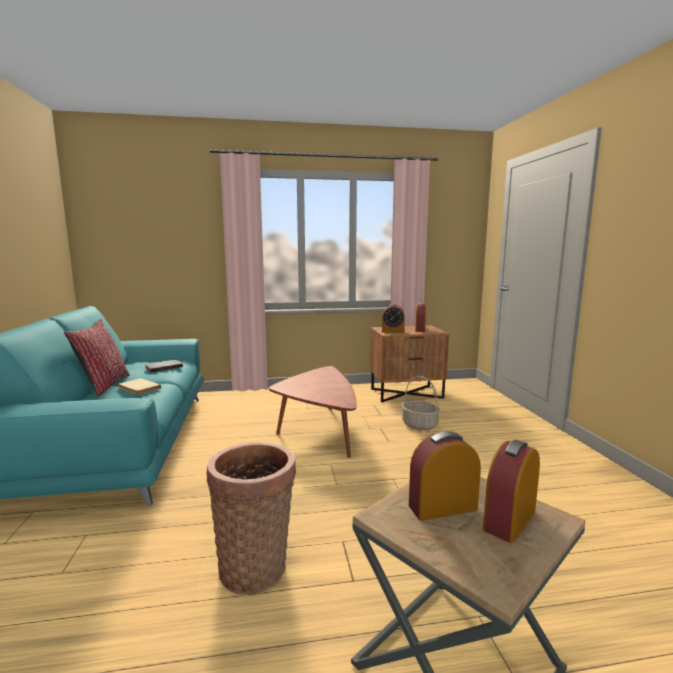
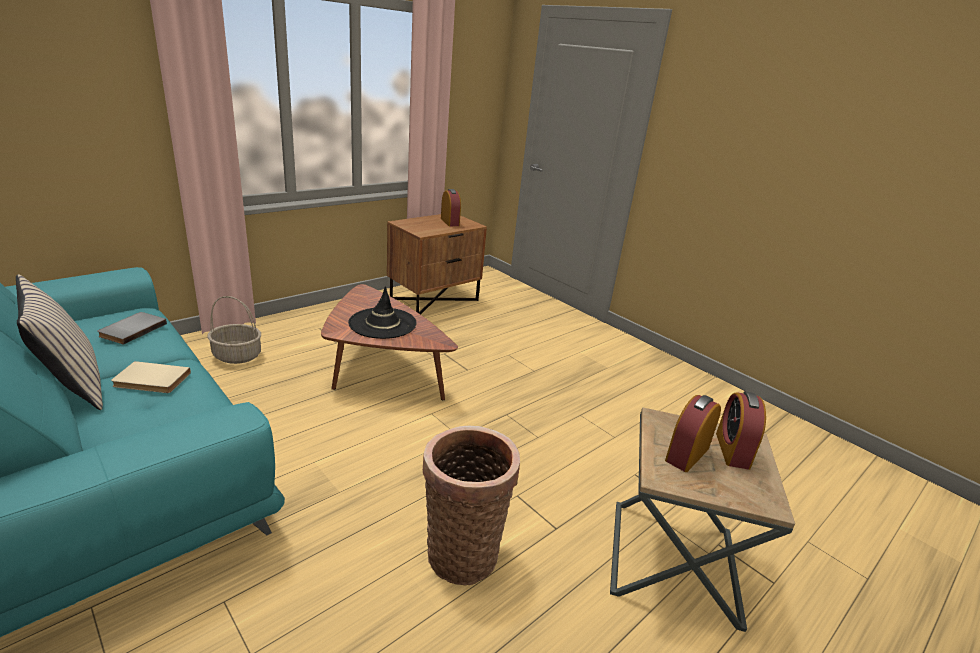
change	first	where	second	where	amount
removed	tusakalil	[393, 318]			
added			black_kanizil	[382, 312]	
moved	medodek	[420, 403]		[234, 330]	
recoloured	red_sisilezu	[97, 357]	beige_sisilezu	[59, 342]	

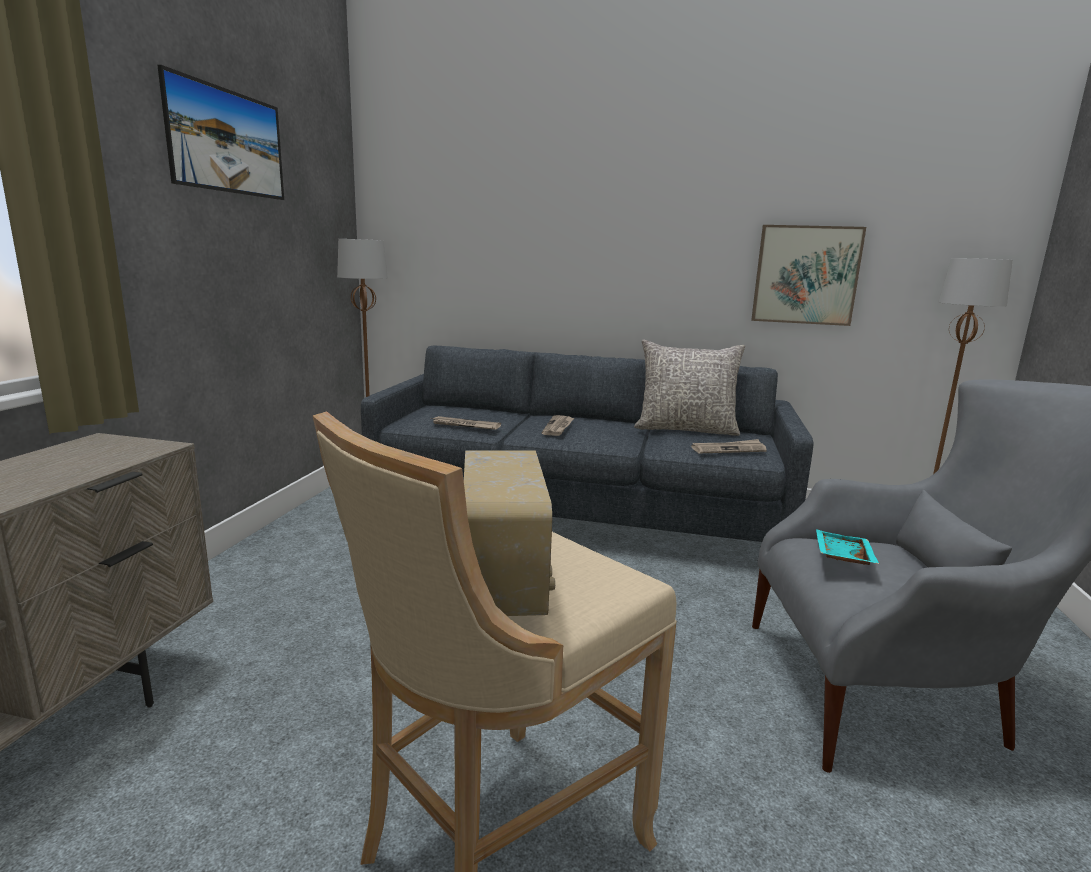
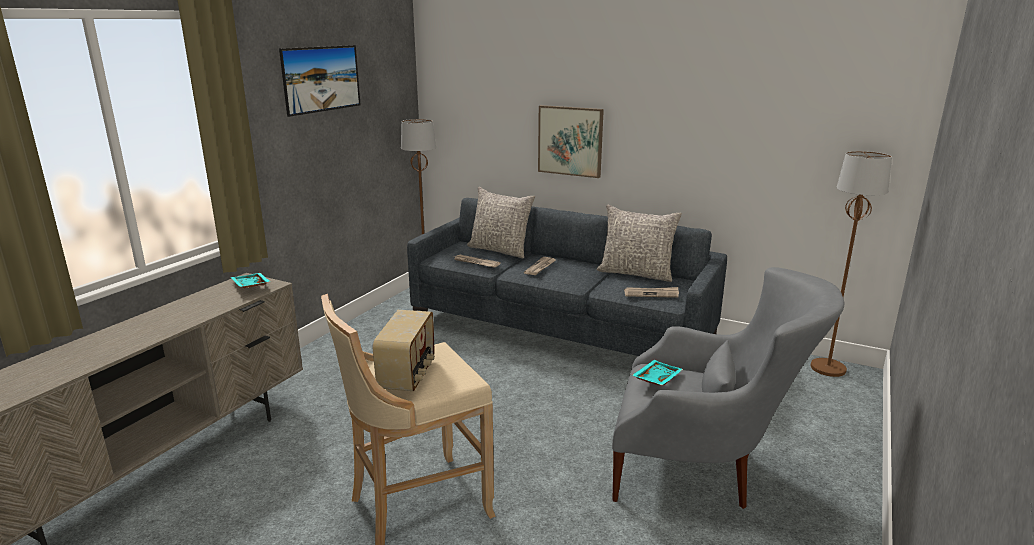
change	first	where	second	where	amount
added			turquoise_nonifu	[251, 280]	
added			grey_sisilezu	[501, 222]	
moved	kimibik	[808, 275]		[571, 141]	

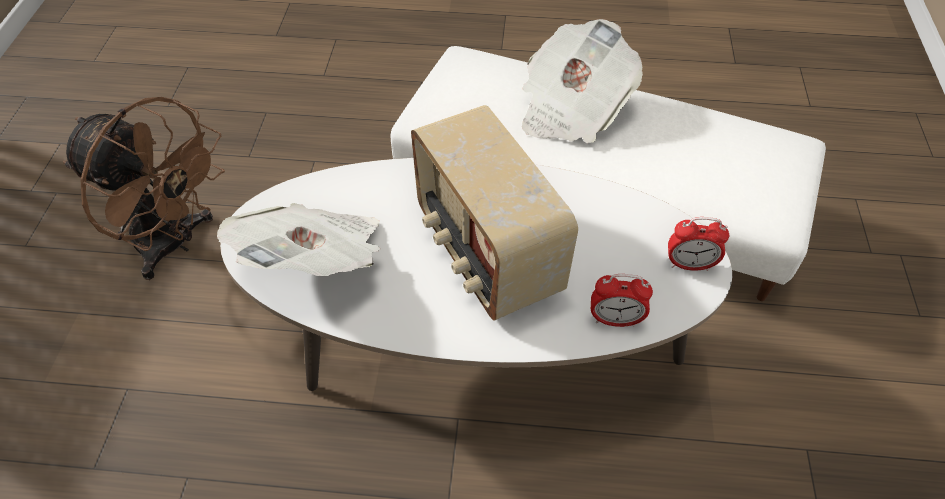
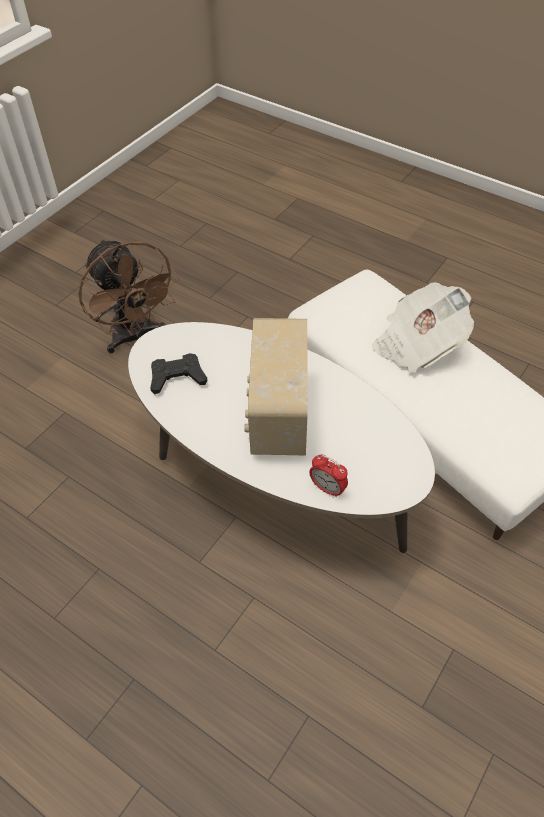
change	first	where	second	where	amount
removed	tusakalil	[698, 244]			
replaced	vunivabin	[298, 239]	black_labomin	[179, 373]	

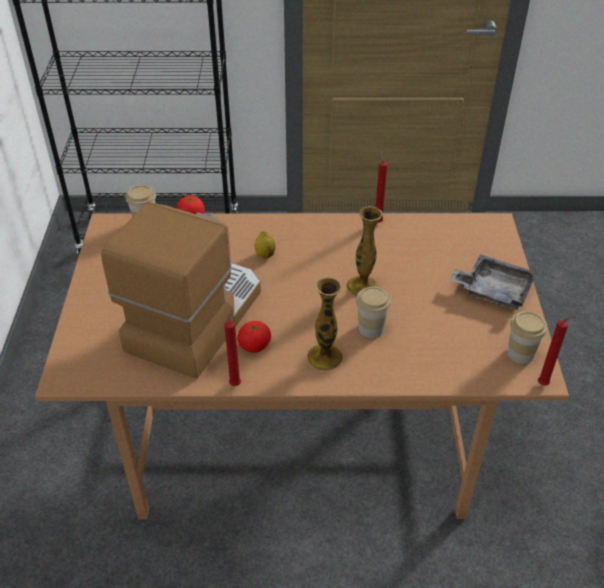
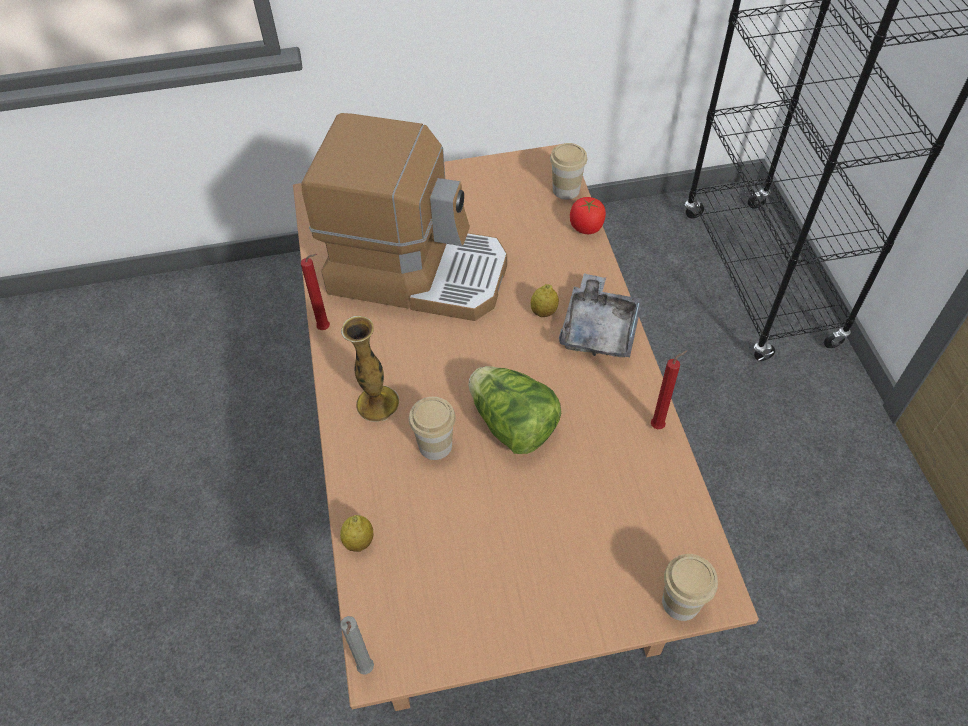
change	first	where	second	where	amount
removed	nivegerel	[254, 337]			
added			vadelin	[357, 533]	
moved	grey_nonifu	[493, 282]		[601, 315]	
moved	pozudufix	[527, 337]		[690, 587]	
replaced	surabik	[364, 251]	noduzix	[515, 410]	
recoloured	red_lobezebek	[557, 351]	grey_lobezebek	[357, 645]	

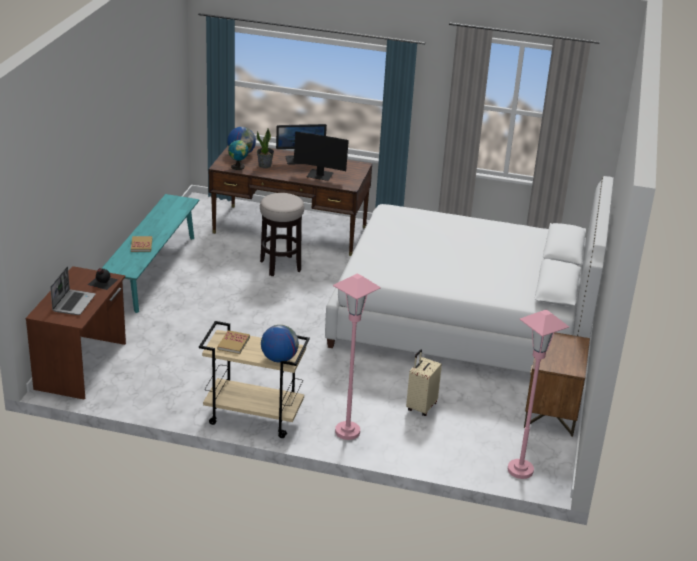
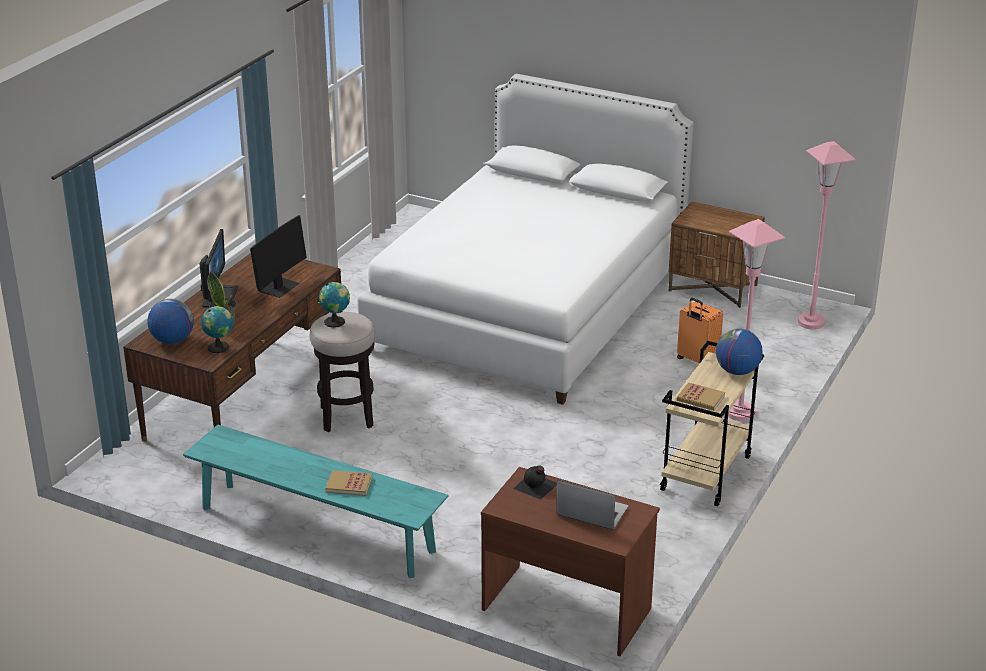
change	first	where	second	where	amount
added			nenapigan	[334, 305]	
recoloured	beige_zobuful	[424, 383]	orange_zobuful	[700, 331]	

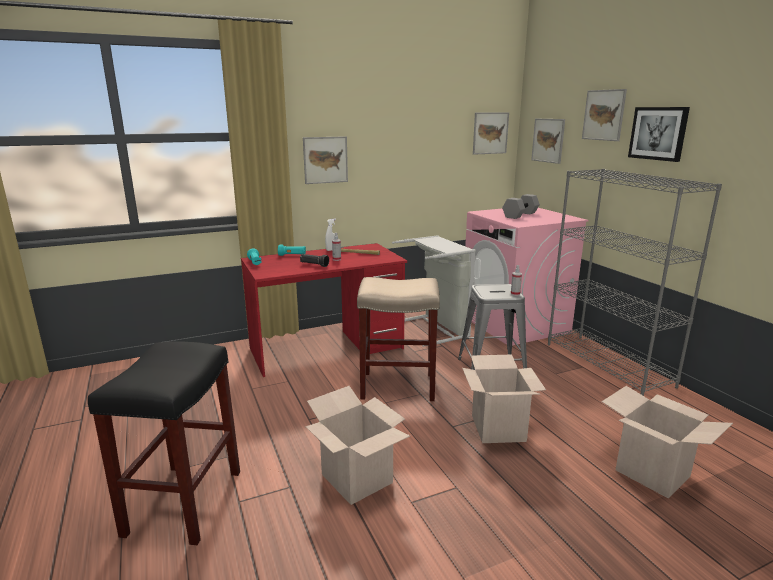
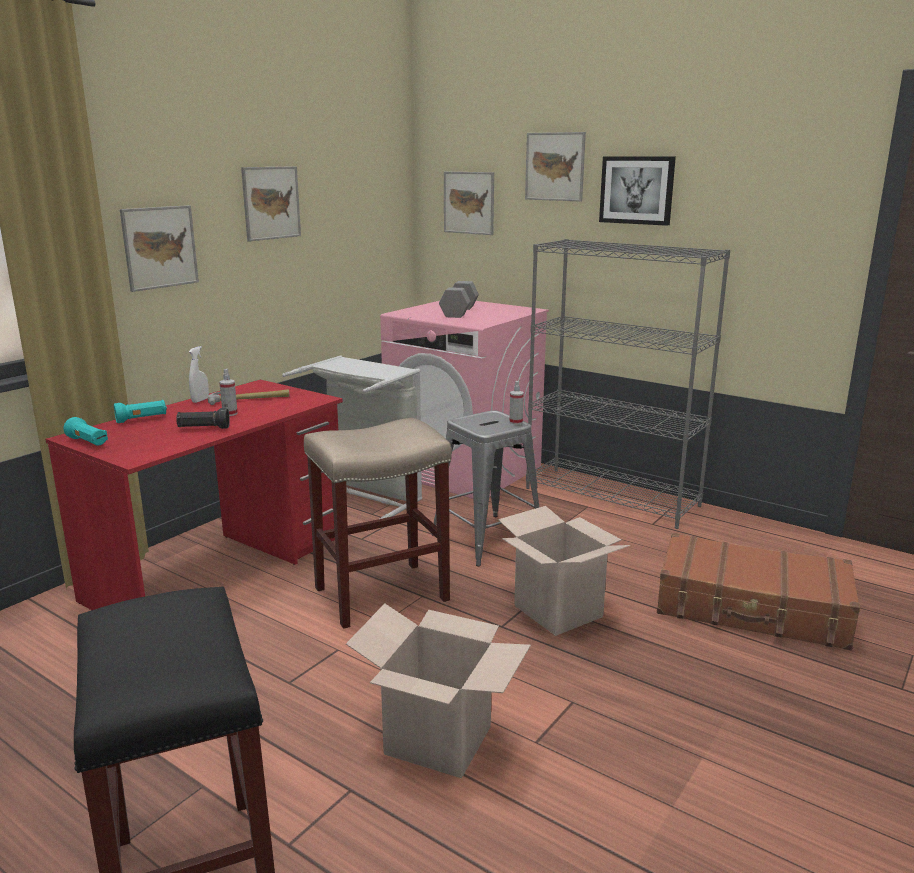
change	first	where	second	where	amount
moved	kimibik	[491, 134]		[271, 204]	
replaced	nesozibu	[667, 442]	brown_zobuful	[758, 591]	

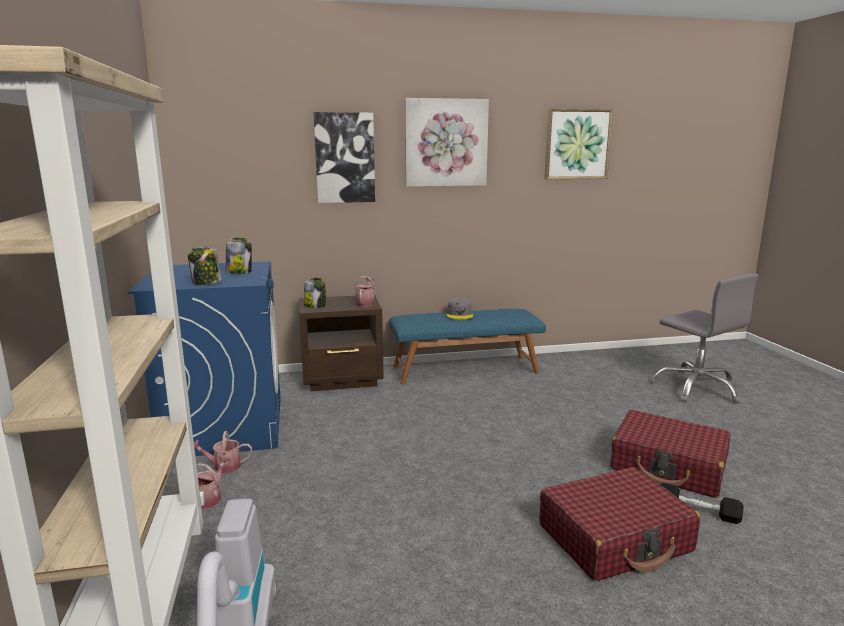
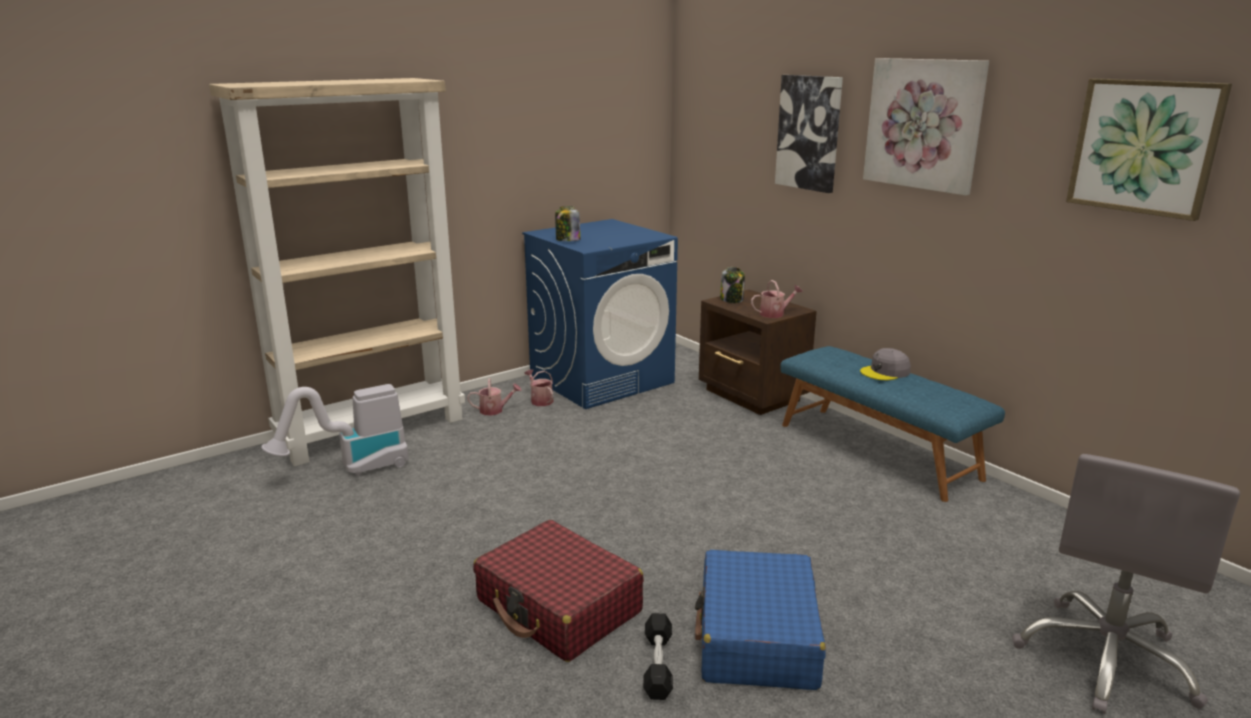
change	first	where	second	where	amount
removed	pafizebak	[239, 256]			
recoloured	red_zobuful	[670, 453]	blue_zobuful	[760, 620]	

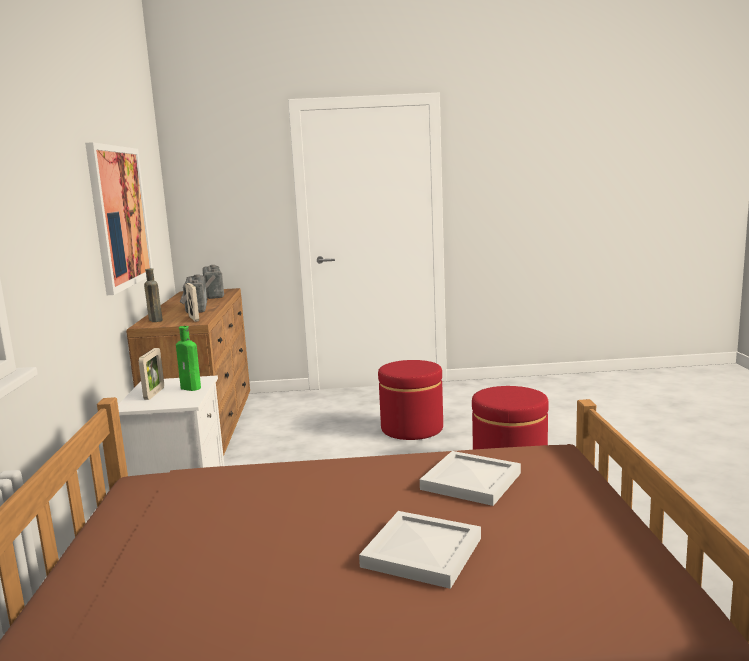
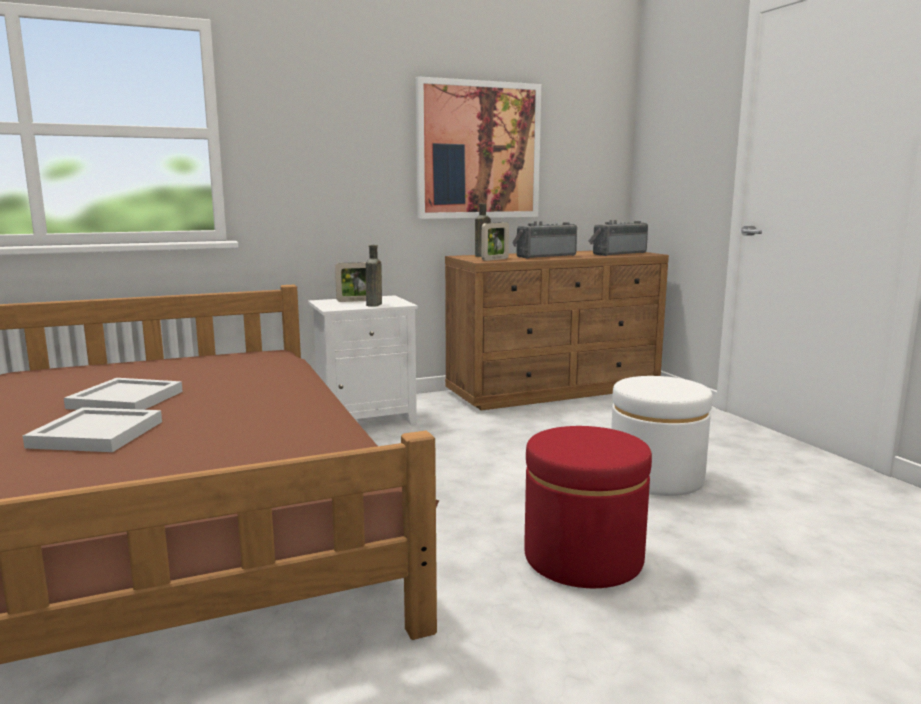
change	first	where	second	where	amount
moved	white_nonifu	[470, 478]		[123, 394]	
recoloured	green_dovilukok	[188, 358]	brown_dovilukok	[374, 276]	
recoloured	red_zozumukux	[410, 400]	white_zozumukux	[662, 436]	

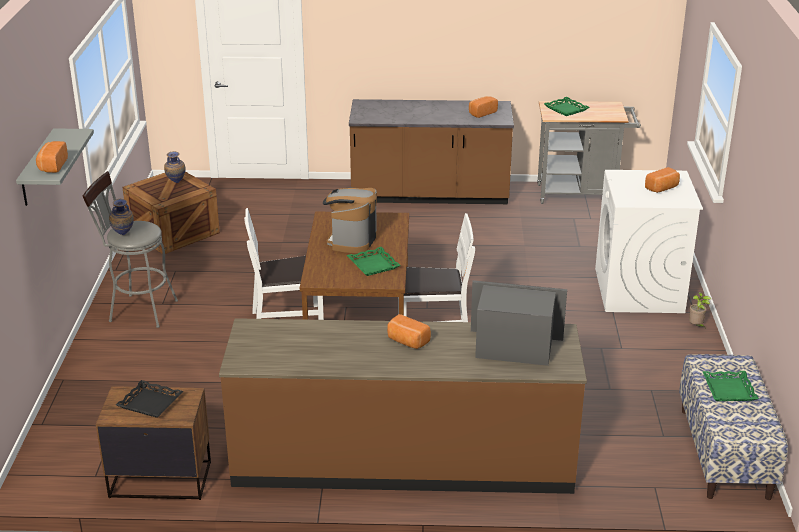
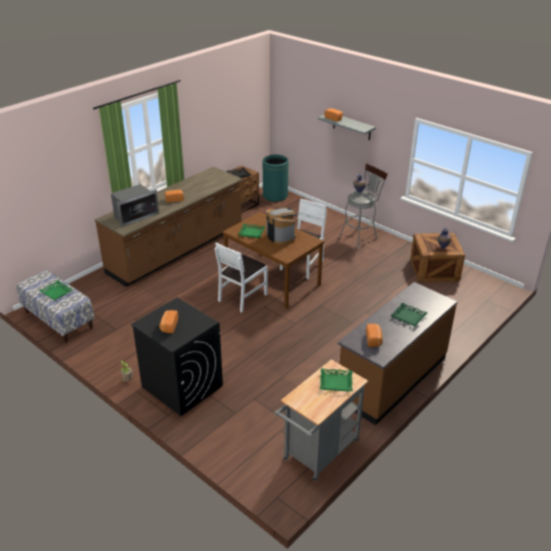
change	first	where	second	where	amount
added			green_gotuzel	[276, 178]	
added			green_nonifu	[408, 314]	
recoloured	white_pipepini	[649, 241]	black_pipepini	[177, 356]	

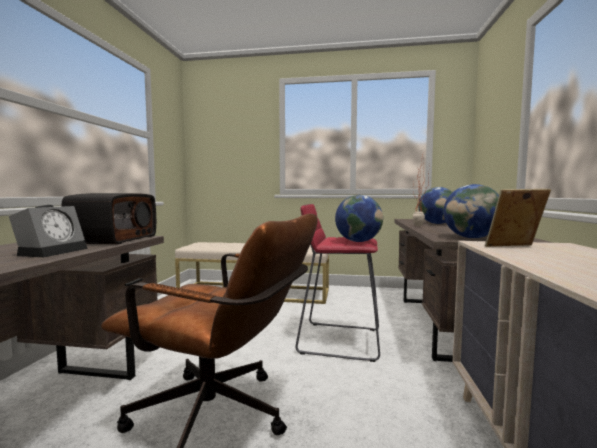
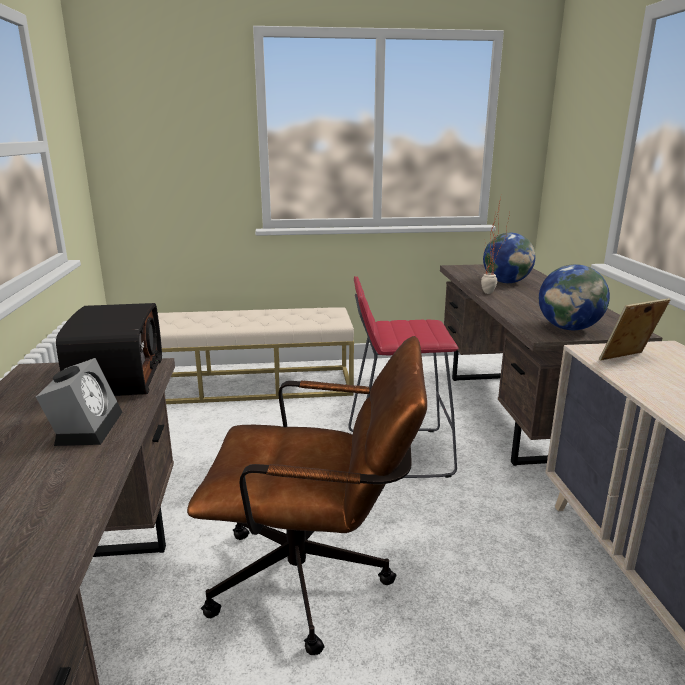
change	first	where	second	where	amount
removed	nenapigan	[359, 218]			

